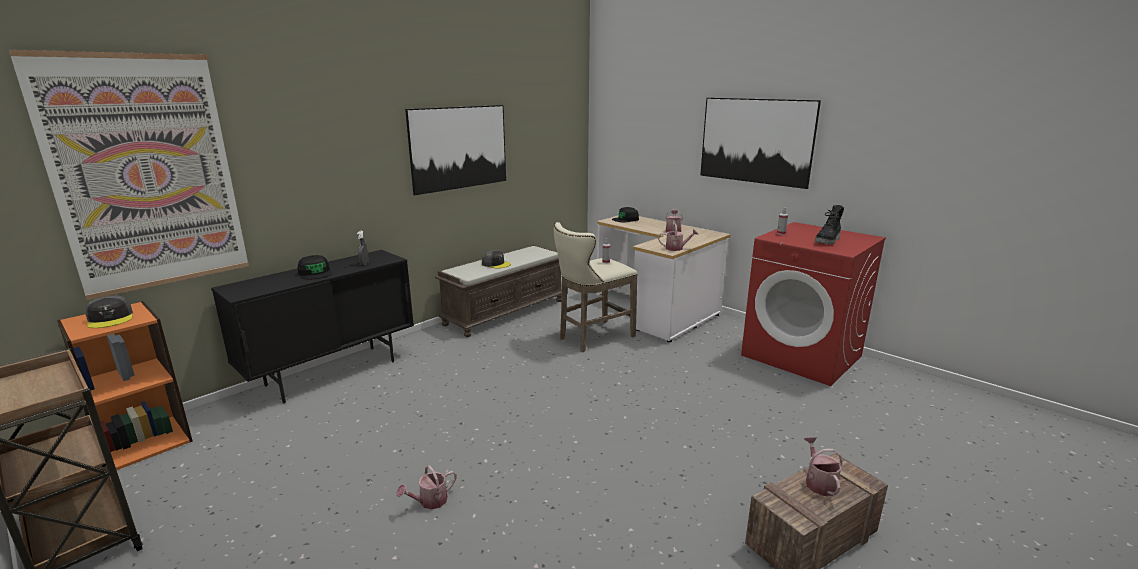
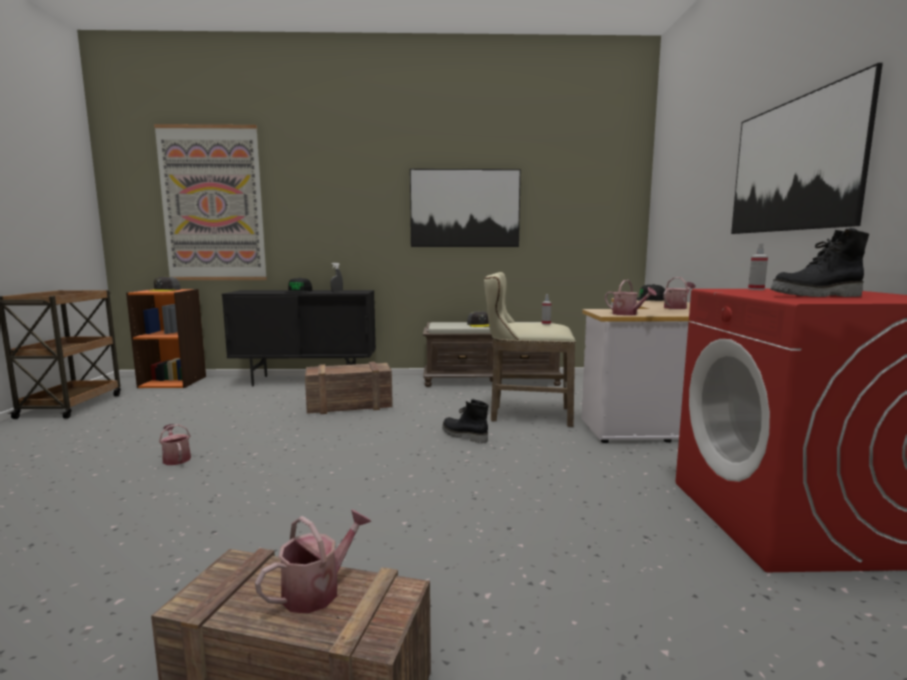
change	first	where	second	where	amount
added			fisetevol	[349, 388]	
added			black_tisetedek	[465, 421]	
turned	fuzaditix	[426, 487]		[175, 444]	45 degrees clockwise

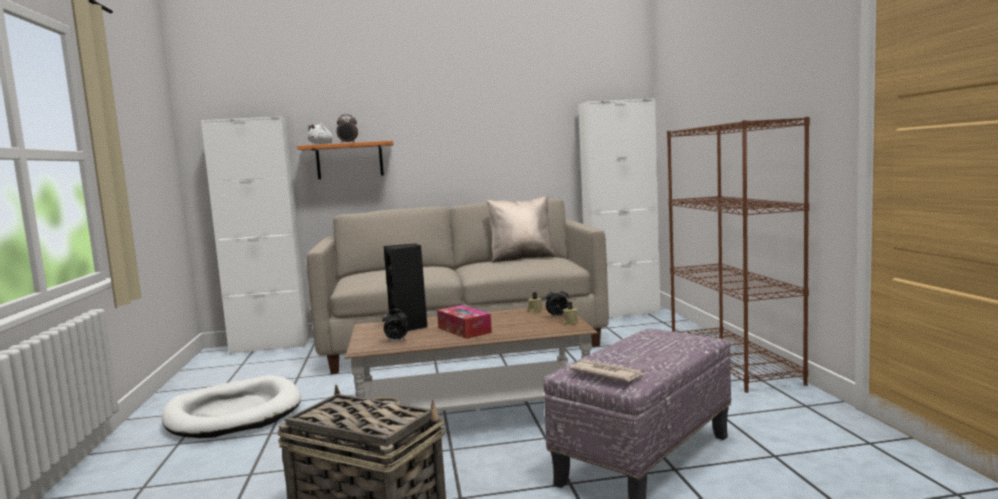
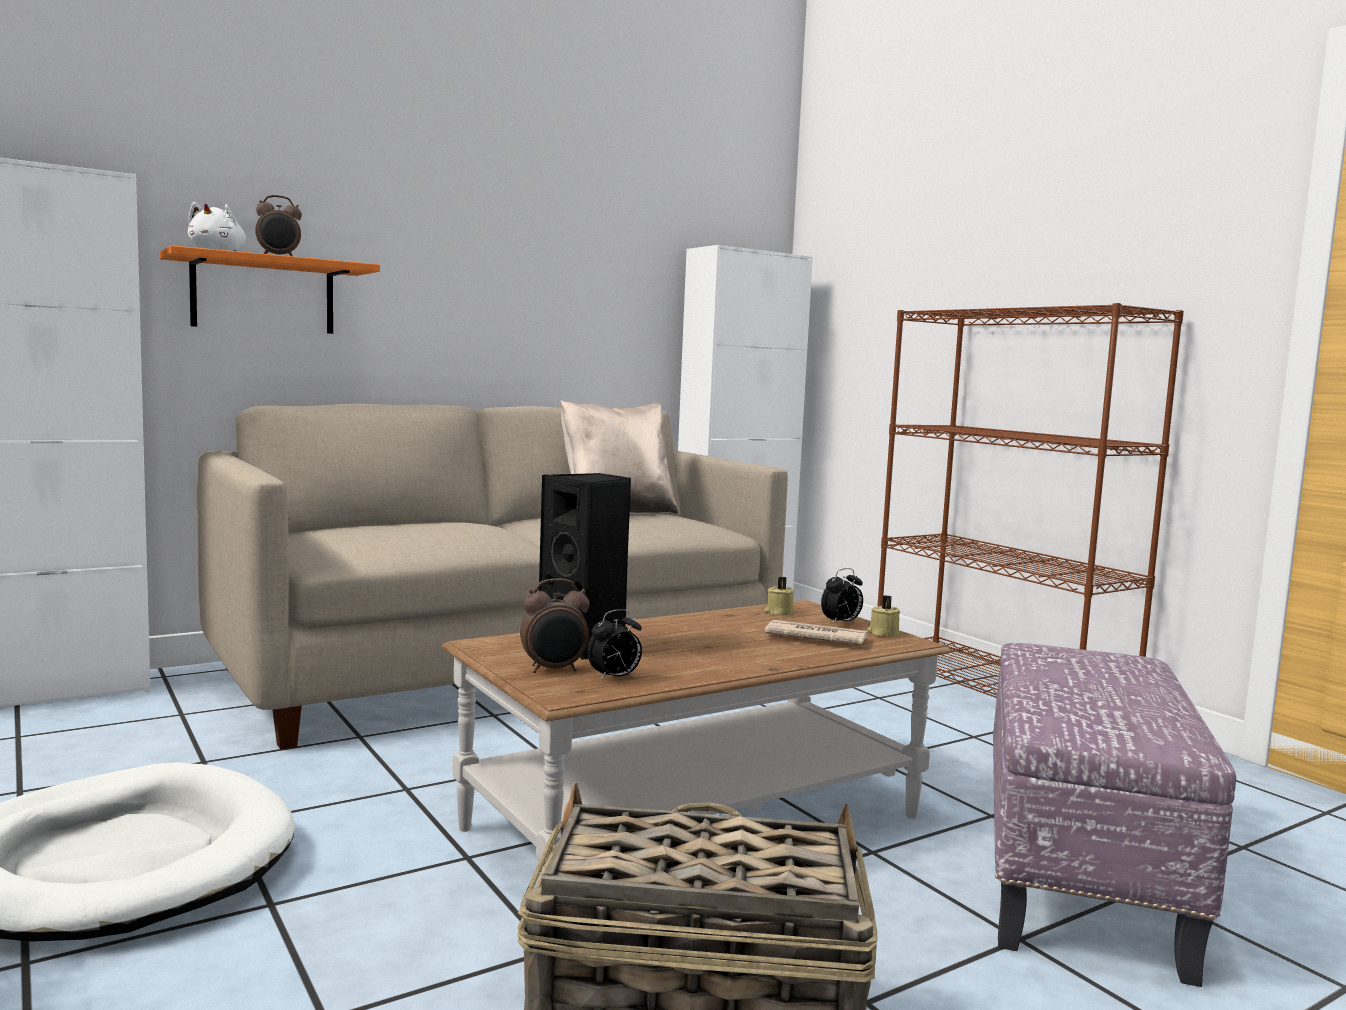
change	first	where	second	where	amount
removed	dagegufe	[464, 322]			
added			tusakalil	[555, 625]	
moved	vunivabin	[607, 371]		[816, 632]	

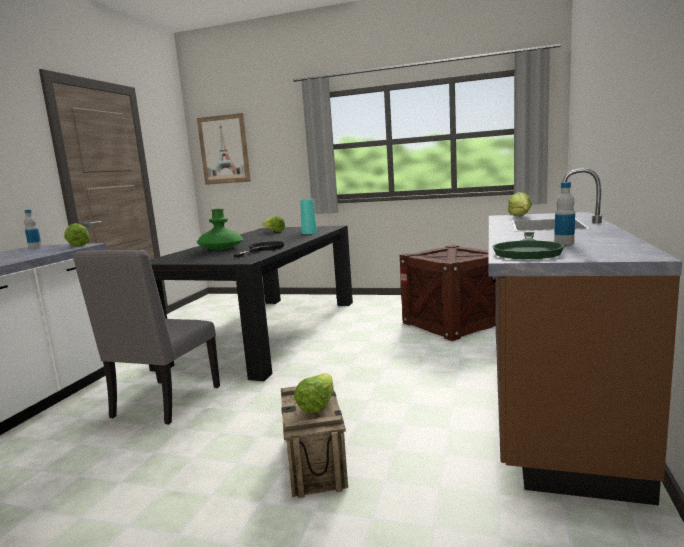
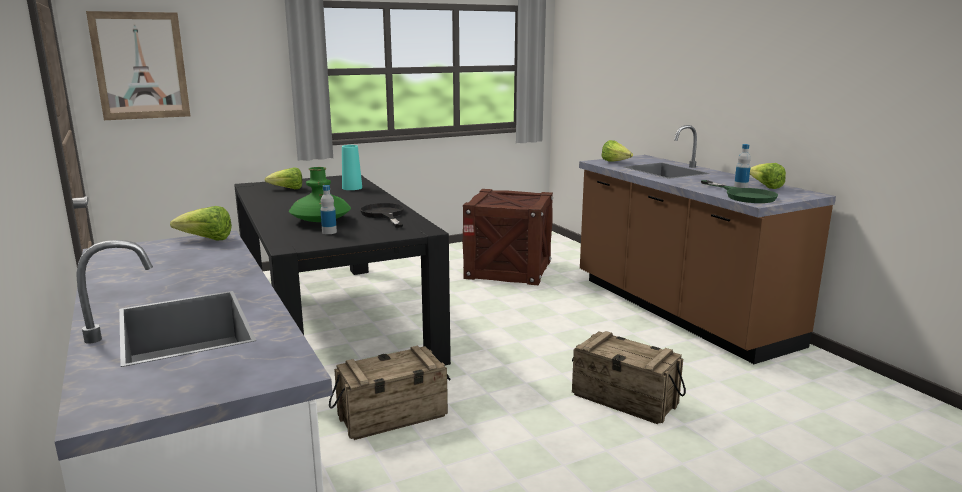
change	first	where	second	where	amount
moved	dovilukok	[33, 229]		[329, 209]	
moved	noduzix	[313, 393]		[768, 176]	
replaced	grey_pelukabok	[146, 337]	fisetevol	[390, 393]	

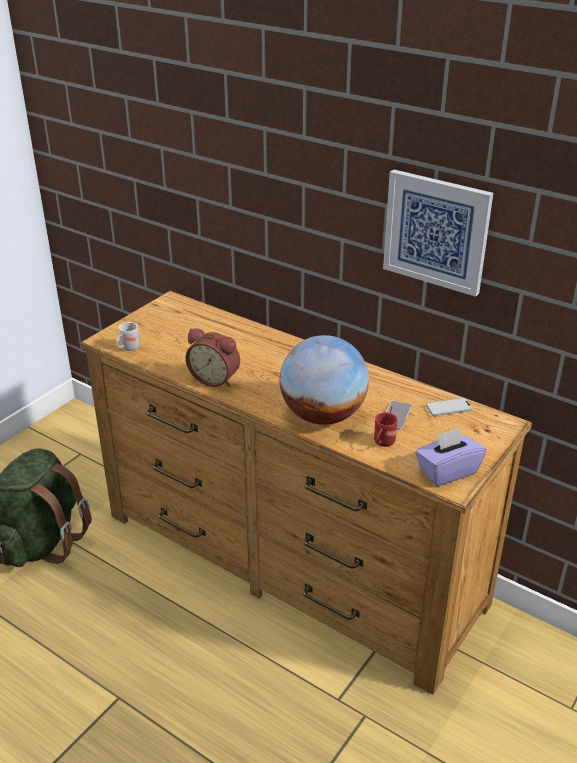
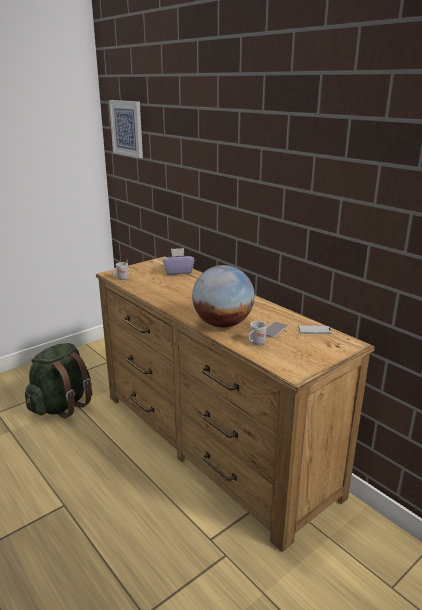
change	first	where	second	where	amount
removed	tusakalil	[213, 357]			
moved	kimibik	[438, 233]		[126, 129]	
moved	purple_dagegufe	[451, 457]		[178, 261]	
recoloured	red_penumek	[386, 426]	white_penumek	[257, 330]	

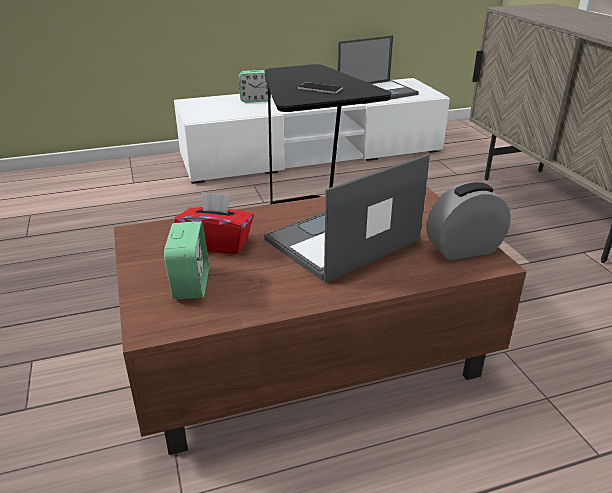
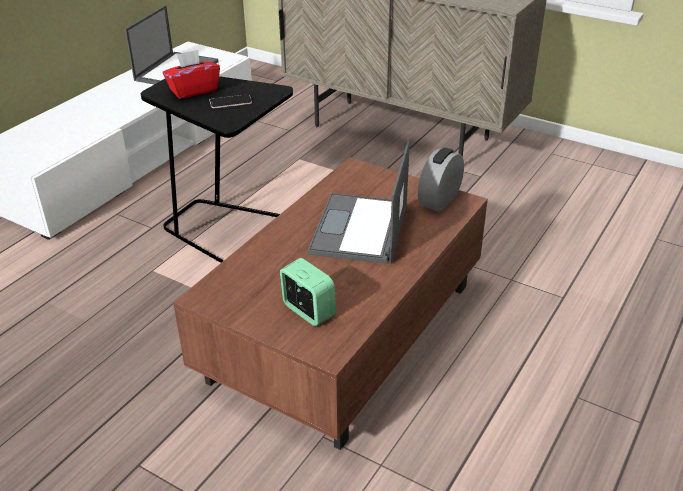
change	first	where	second	where	amount
removed	tusakalil	[255, 86]			
moved	red_dagegufe	[214, 223]		[191, 74]	

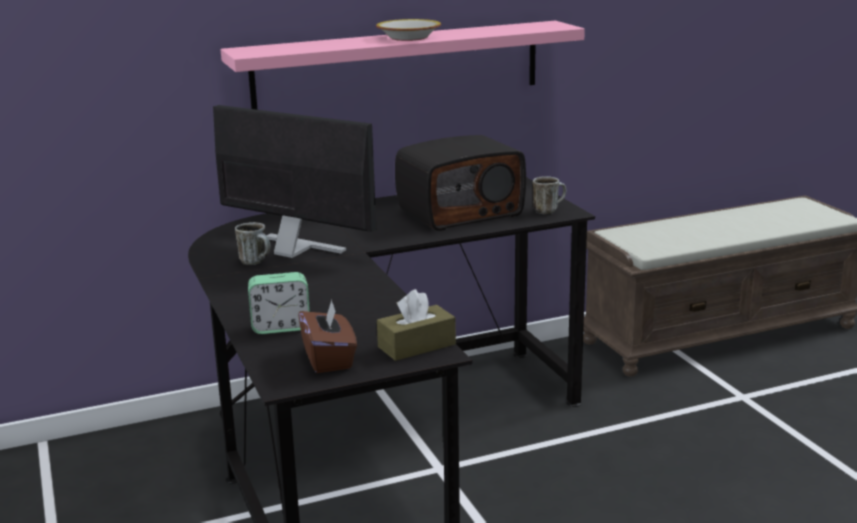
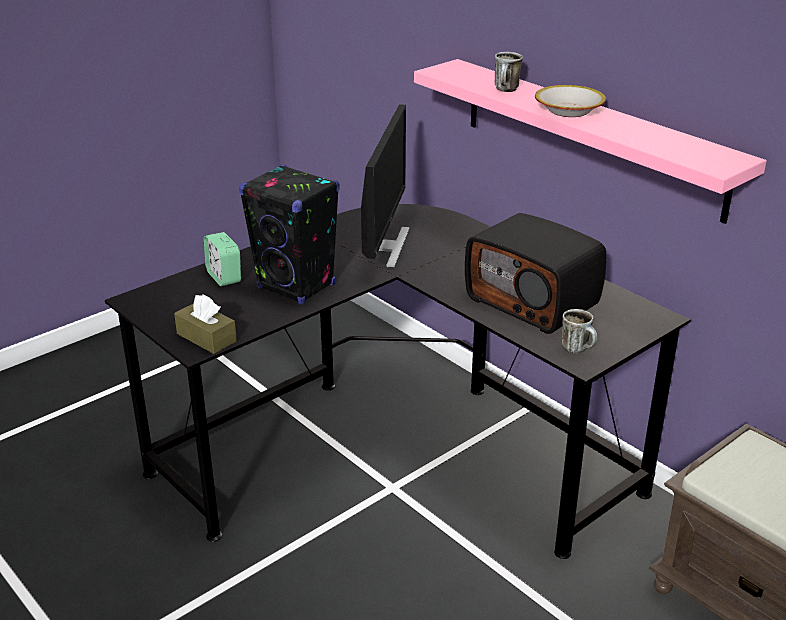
change	first	where	second	where	amount
removed	brown_dagegufe	[327, 336]			
added			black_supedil	[289, 234]	
moved	penumek	[253, 243]		[509, 72]	

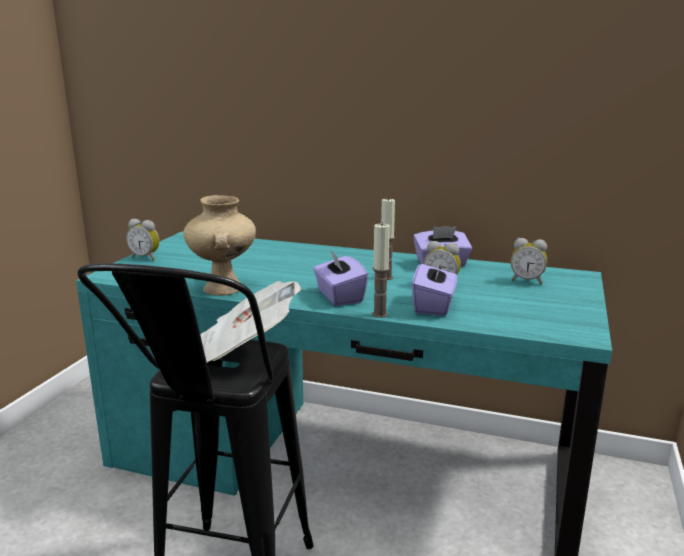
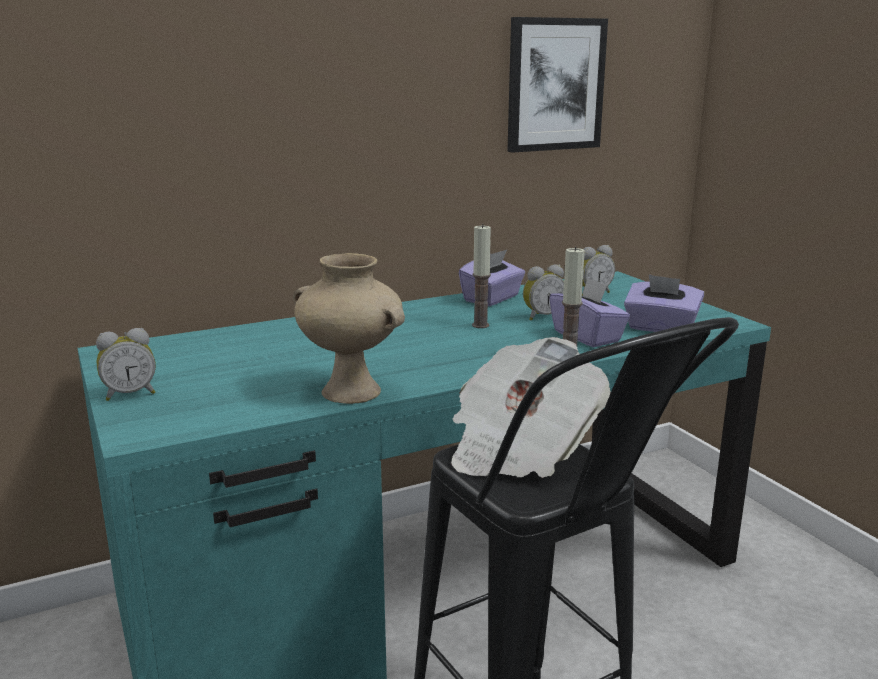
change	first	where	second	where	amount
added			kimibik	[557, 85]	
moved	purple_dagegufe	[340, 277]		[664, 303]	

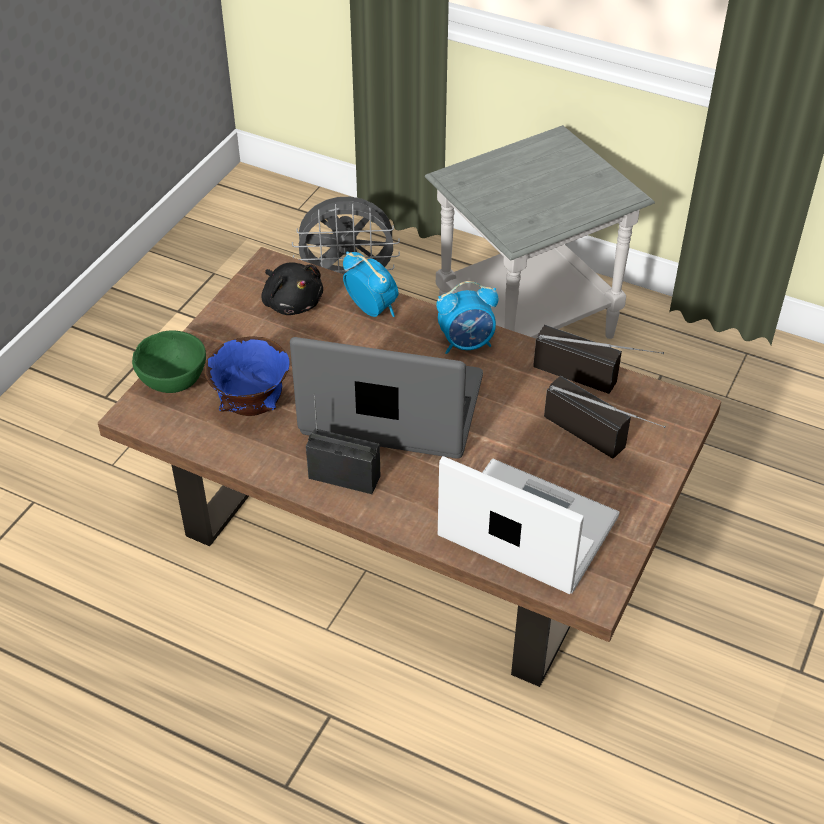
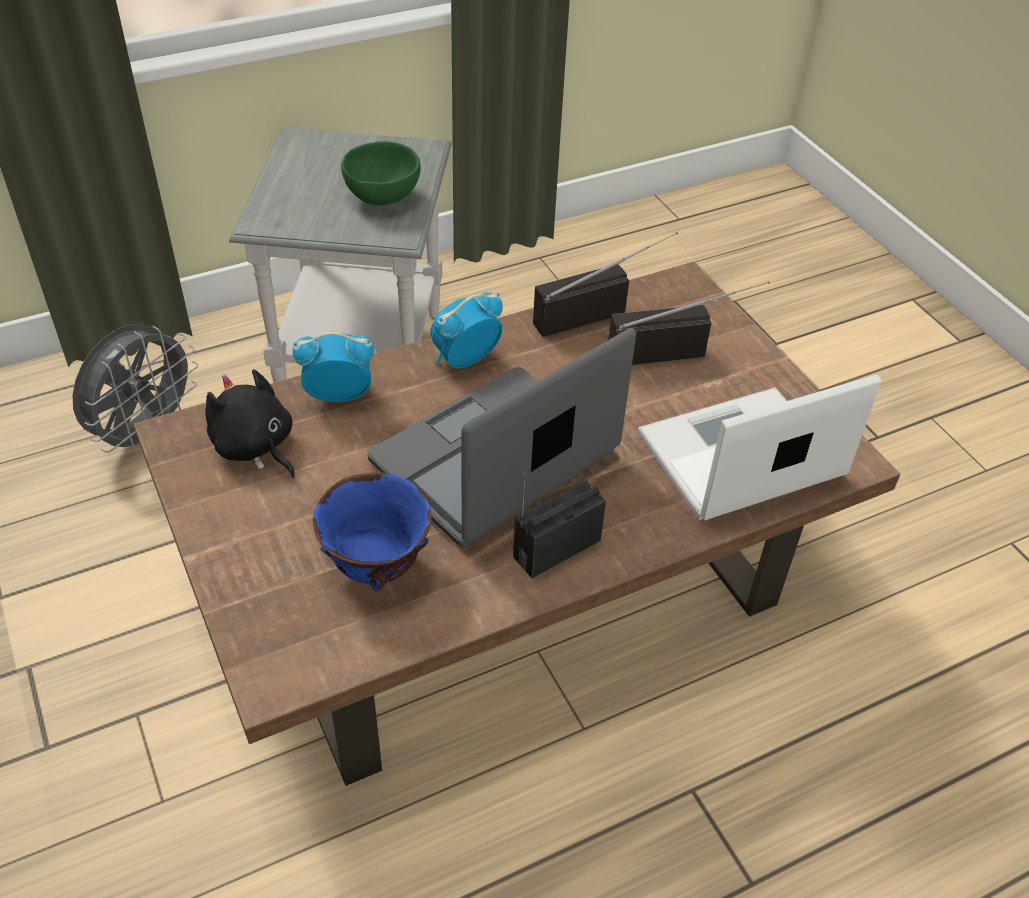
change	first	where	second	where	amount
moved	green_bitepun	[169, 361]		[380, 173]	
turned	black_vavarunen	[292, 288]		[250, 423]	135 degrees counterclockwise
turned	tusakalil	[467, 317]		[466, 330]	150 degrees counterclockwise

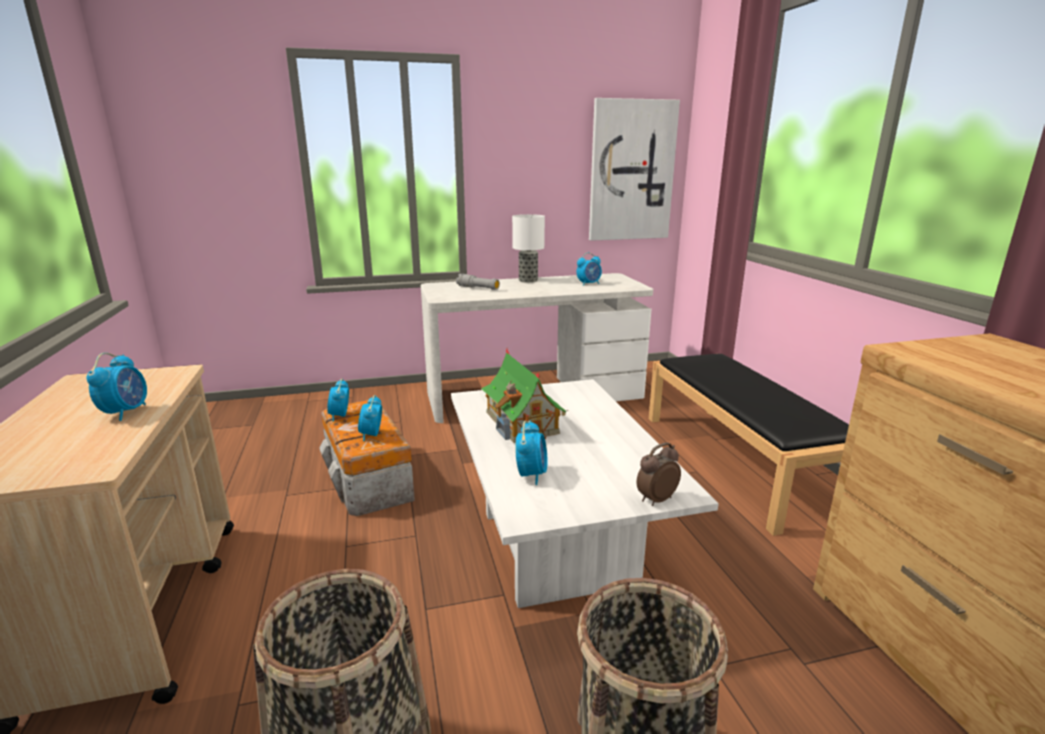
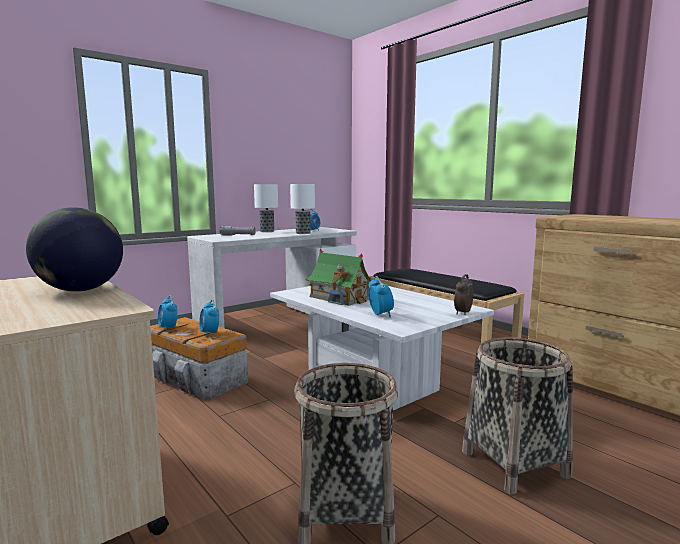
change	first	where	second	where	amount
removed	kimibik	[634, 169]			
added			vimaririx	[302, 209]	
replaced	tusakalil	[117, 387]	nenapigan	[74, 249]	

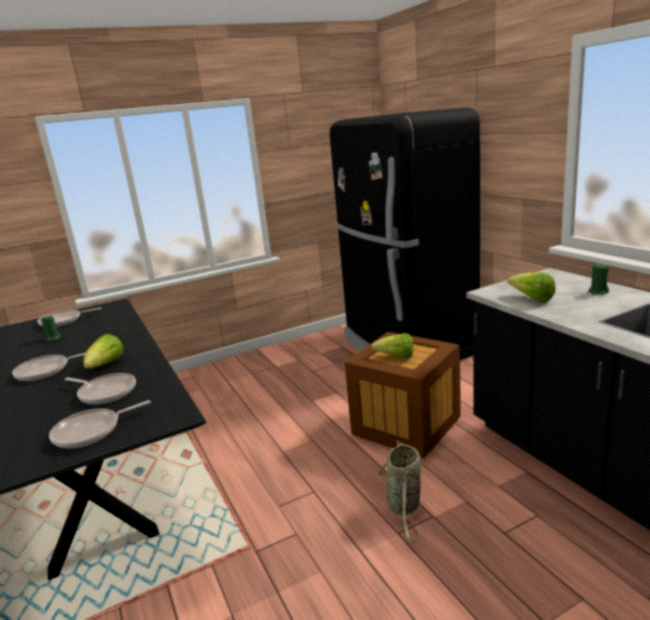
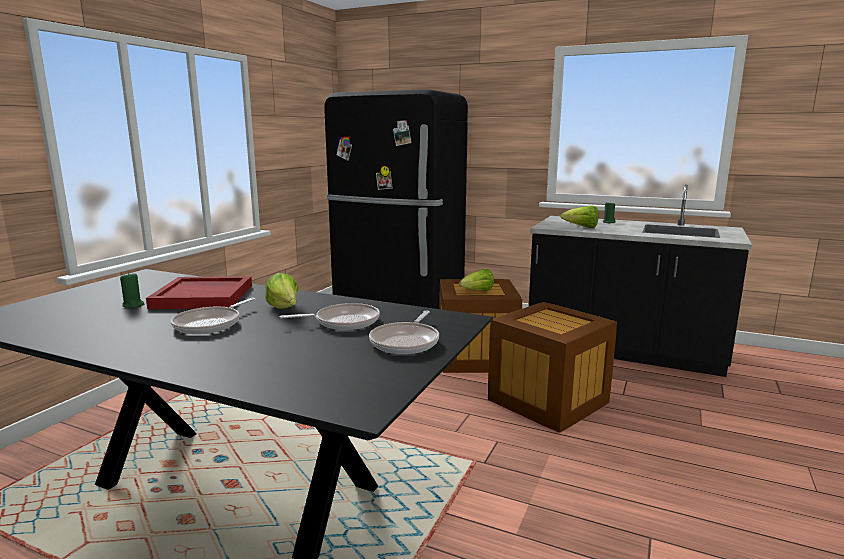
change	first	where	second	where	amount
removed	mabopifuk	[69, 317]			
added			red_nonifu	[199, 292]	
replaced	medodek	[399, 492]	fisetevol	[552, 367]	

